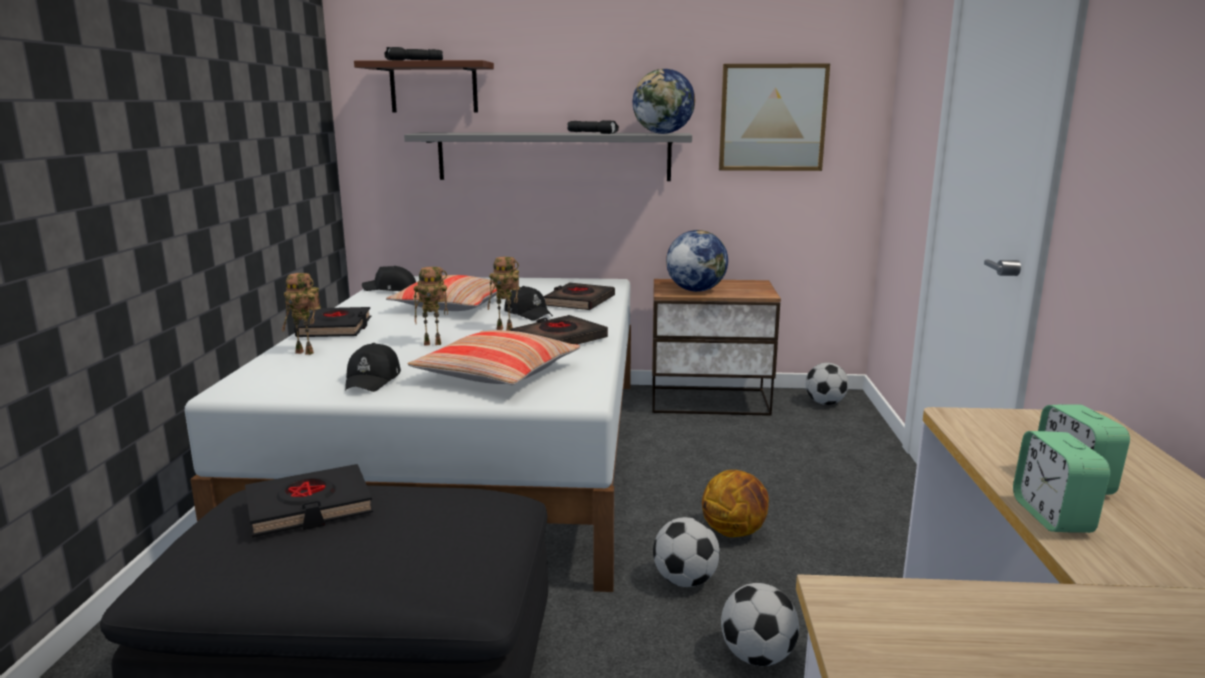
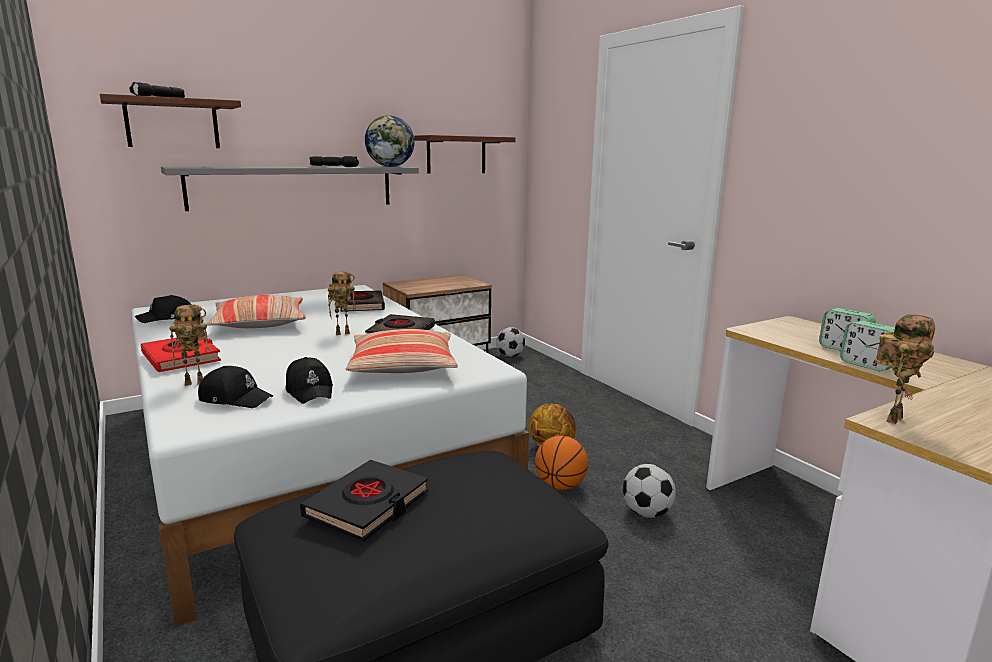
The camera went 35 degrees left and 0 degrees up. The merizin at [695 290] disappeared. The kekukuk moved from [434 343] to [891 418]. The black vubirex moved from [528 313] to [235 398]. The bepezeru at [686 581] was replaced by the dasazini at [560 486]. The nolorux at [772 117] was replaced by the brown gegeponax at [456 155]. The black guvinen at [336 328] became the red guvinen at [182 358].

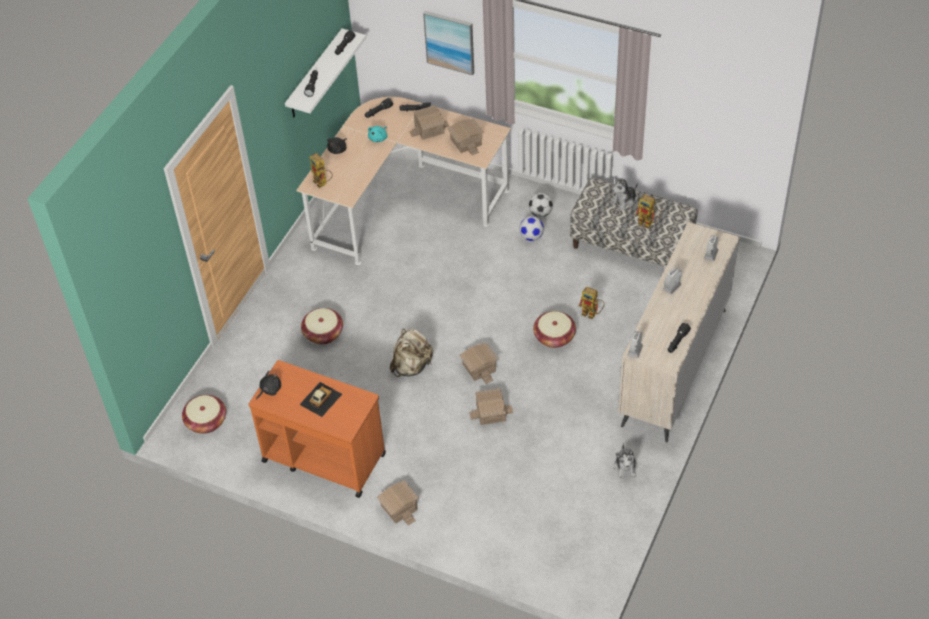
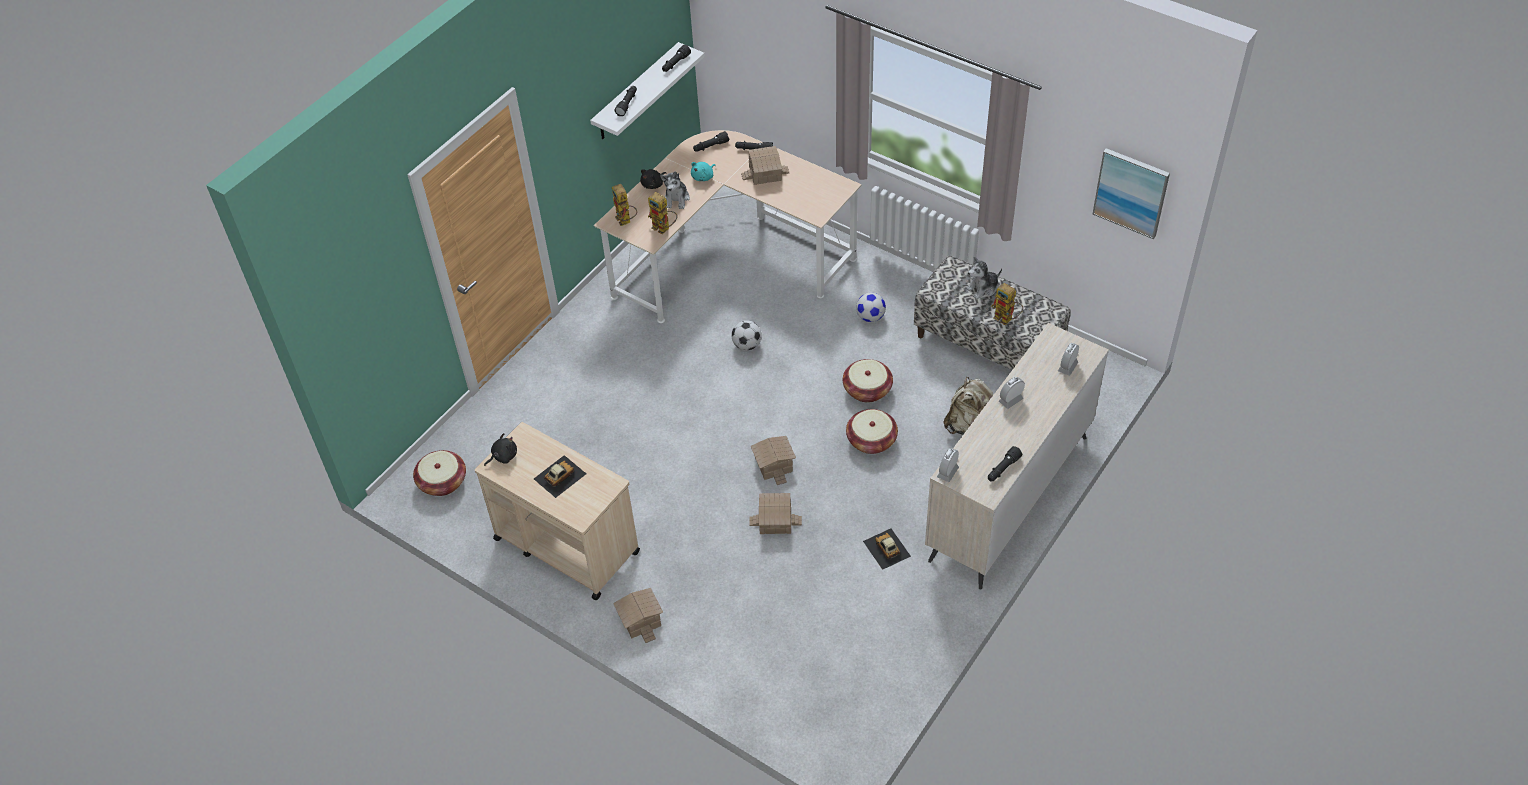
The camera went 10 degrees right and 0 degrees up. The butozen at [466 141] disappeared. The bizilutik at [886 549] appeared. The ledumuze moved from [323 333] to [867 390]. The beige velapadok moved from [411 366] to [968 424]. The nolorux moved from [450 42] to [1131 192]. The bepezeru moved from [540 213] to [747 345]. The kekukuk moved from [592 314] to [664 229]. The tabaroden moved from [625 467] to [677 199]. The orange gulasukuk at [323 457] became the beige gulasukuk at [566 545].

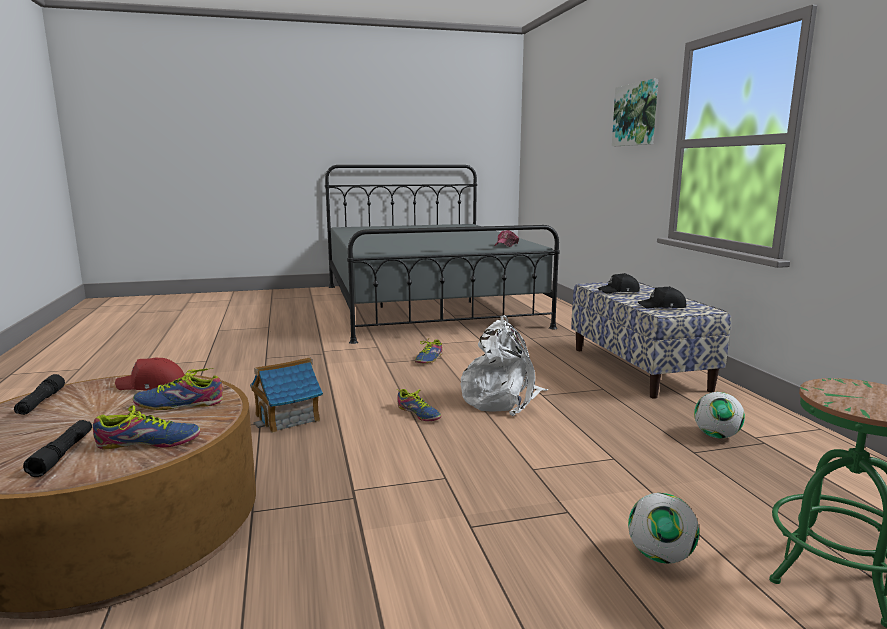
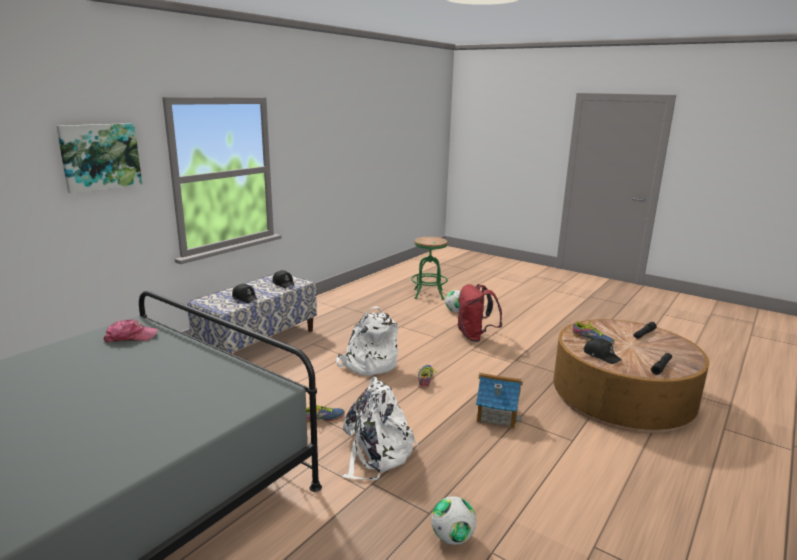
The camera went 130 degrees left and 5 degrees up. The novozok at [148 442] disappeared. The white velapadok at [376 454] appeared. The red velapadok at [475 336] appeared. The bepezeru moved from [716 436] to [452 537]. The red vubirex at [152 386] became the black vubirex at [601 355].

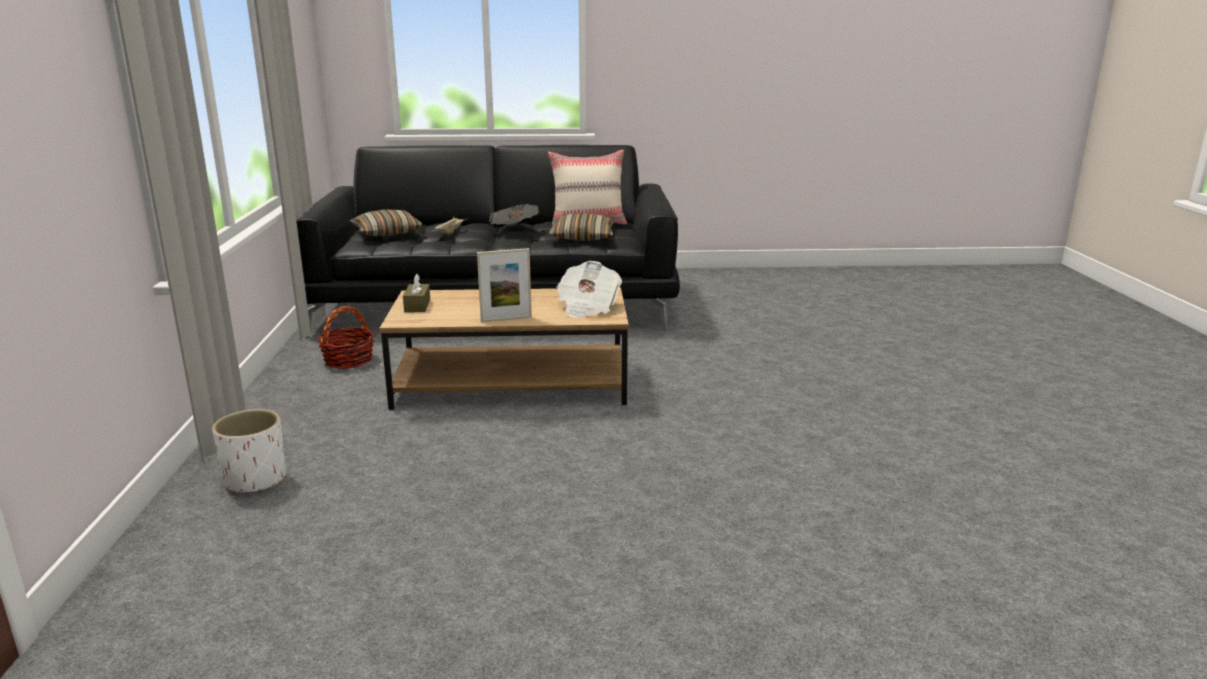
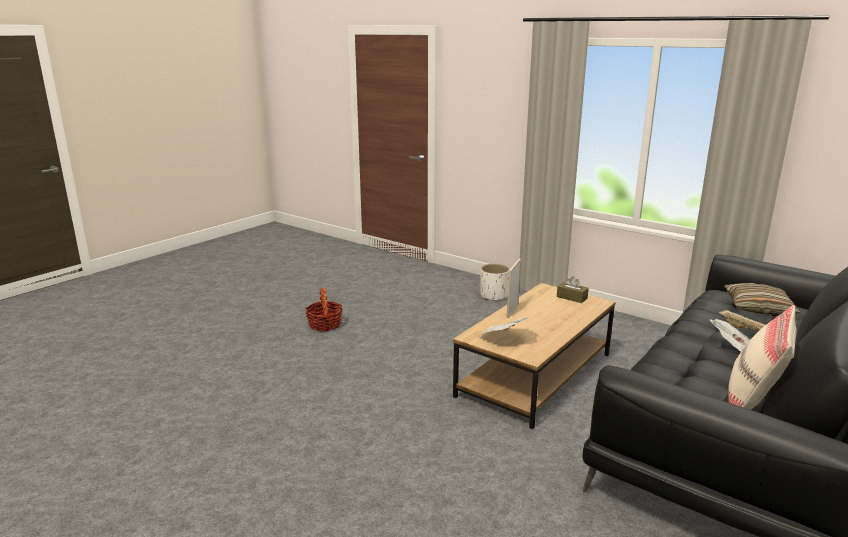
The camera went 130 degrees right and 0 degrees up. The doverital at [582 237] disappeared. The ledumuze moved from [348 360] to [325 324].

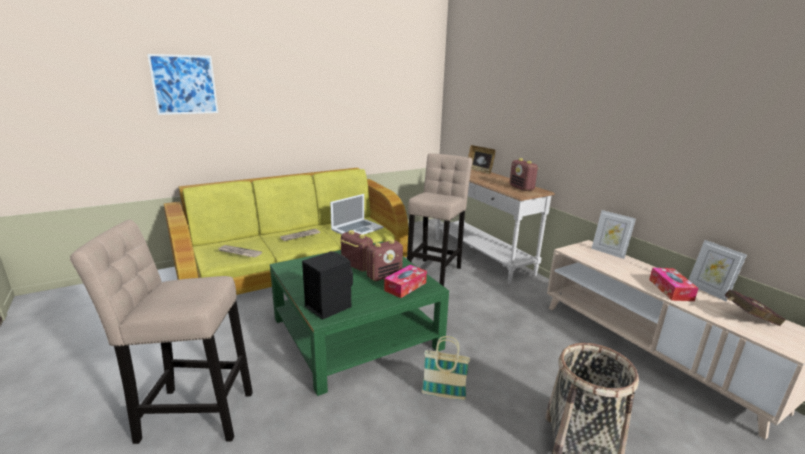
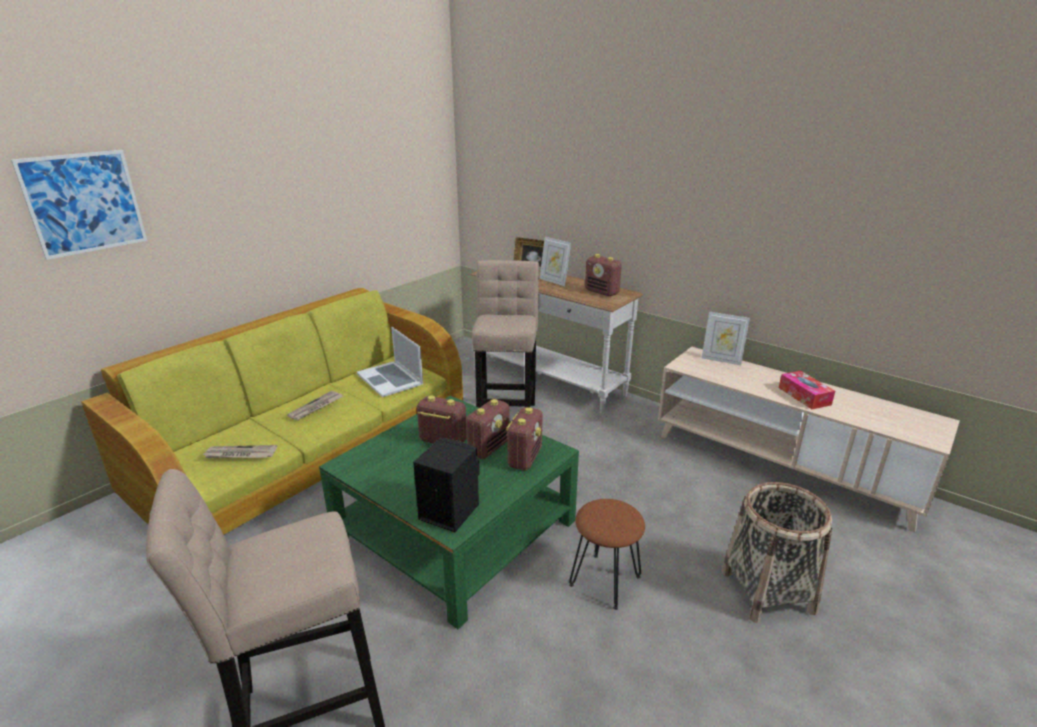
The camera went 20 degrees left and 5 degrees up. The red guvinen at [747 318] disappeared. The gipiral moved from [708 291] to [554 281]. The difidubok at [405 286] was replaced by the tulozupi at [525 458]. The ledumuze at [443 395] was replaced by the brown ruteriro at [605 580]. The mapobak at [357 228] turned 120 degrees clockwise.

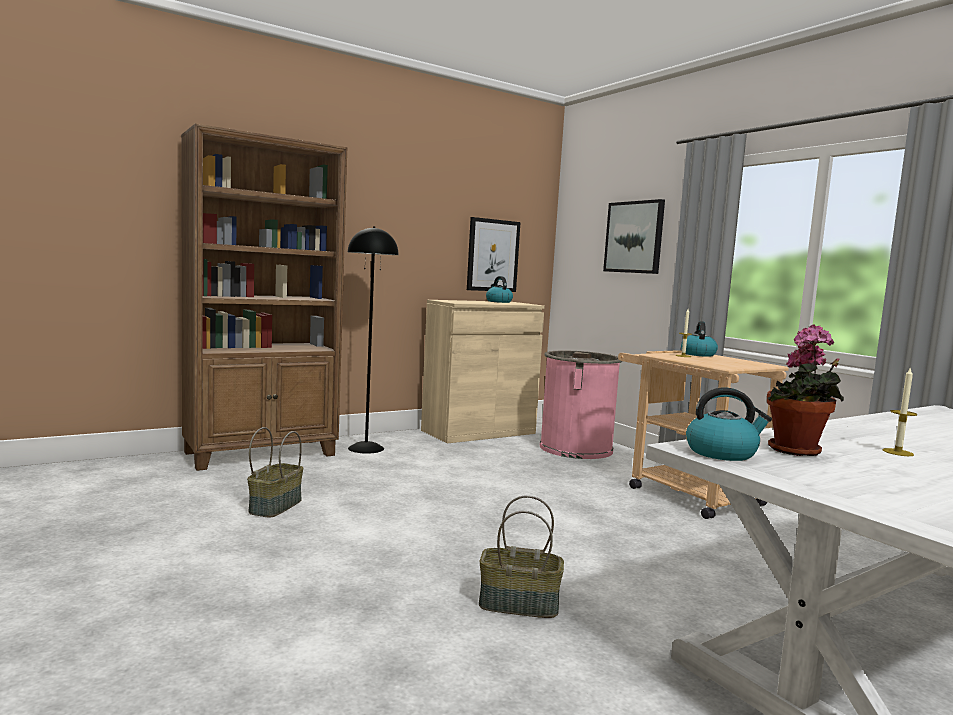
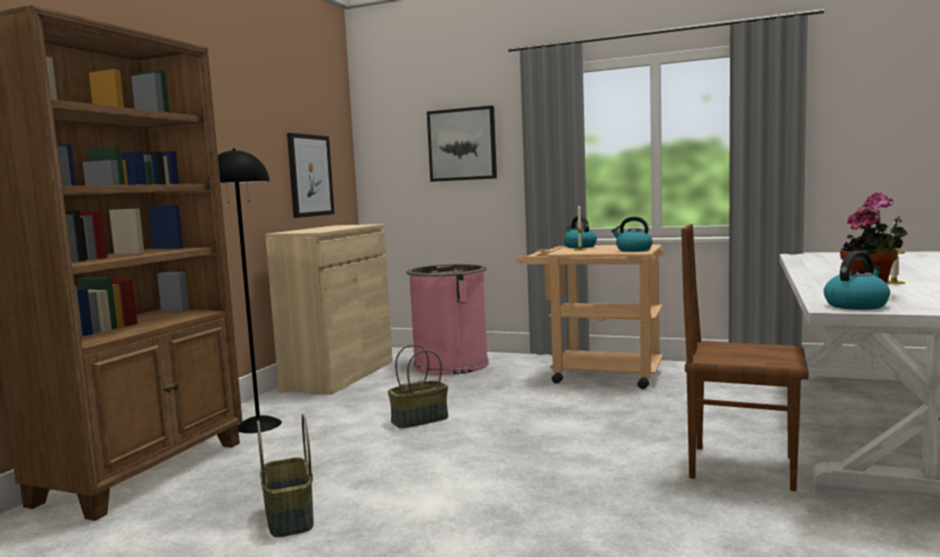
The camera went 35 degrees left and 0 degrees up. The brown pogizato at [741 466] appeared. The ledumuze moved from [518 605] to [419 420]. The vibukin moved from [498 301] to [633 250].

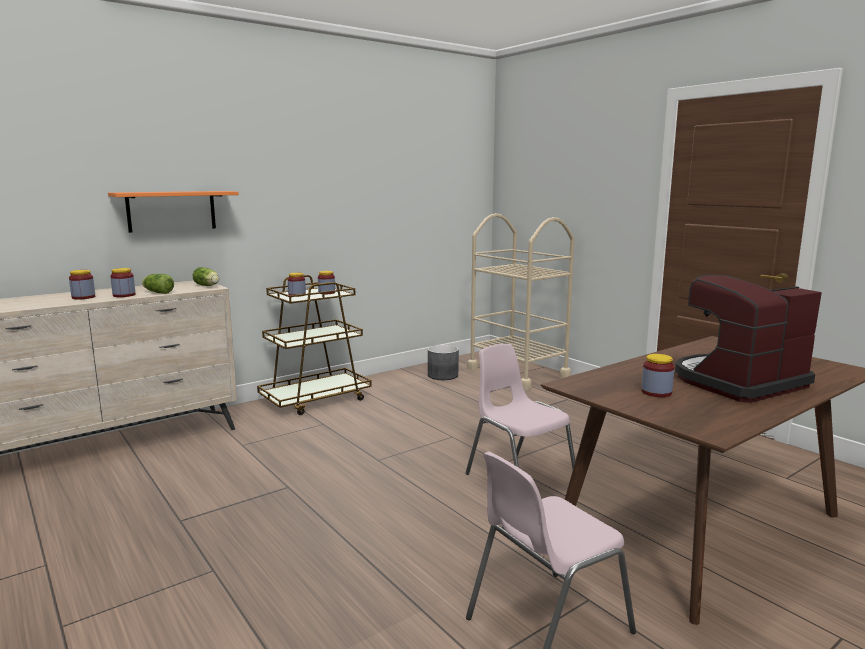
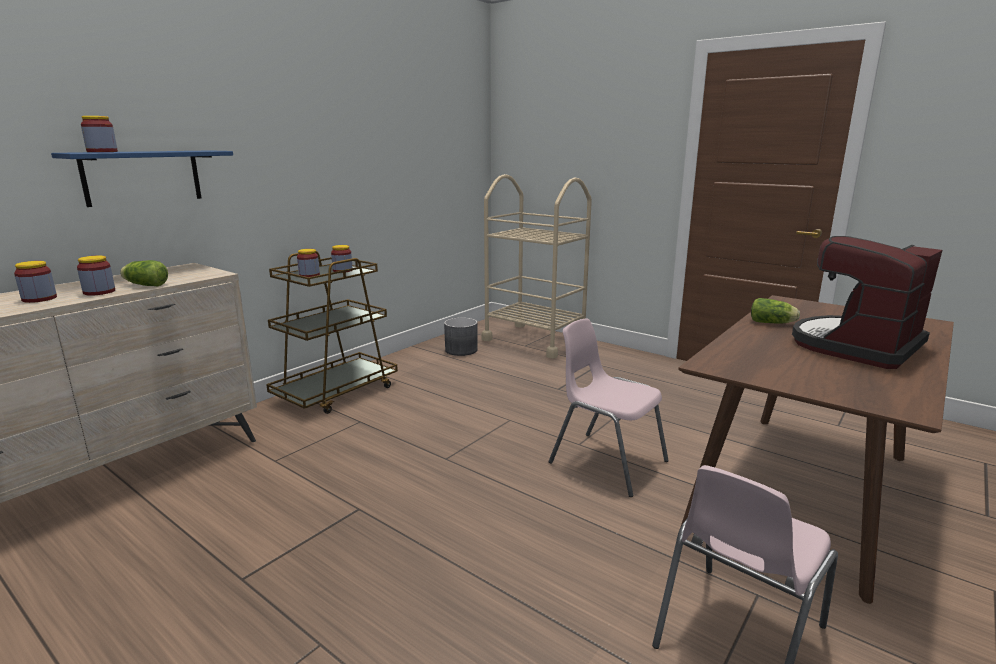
The camera went 15 degrees left and 5 degrees up. The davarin moved from [207 286] to [773 323]. The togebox moved from [656 392] to [102 152]. The orange gegeponax at [171 211] became the blue gegeponax at [143 177].

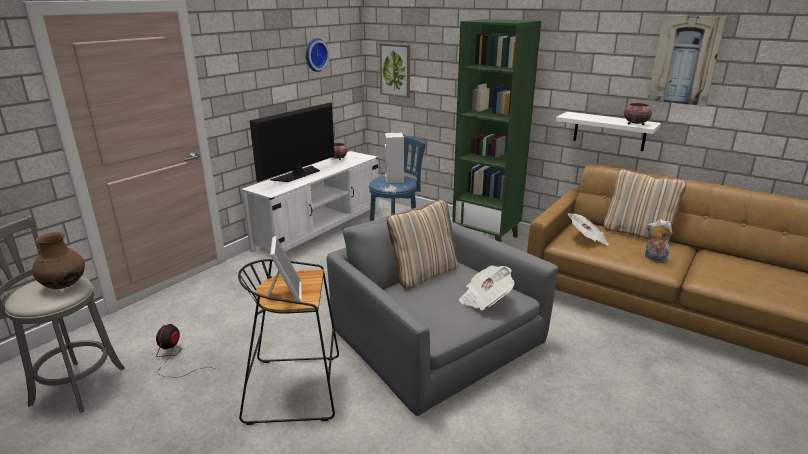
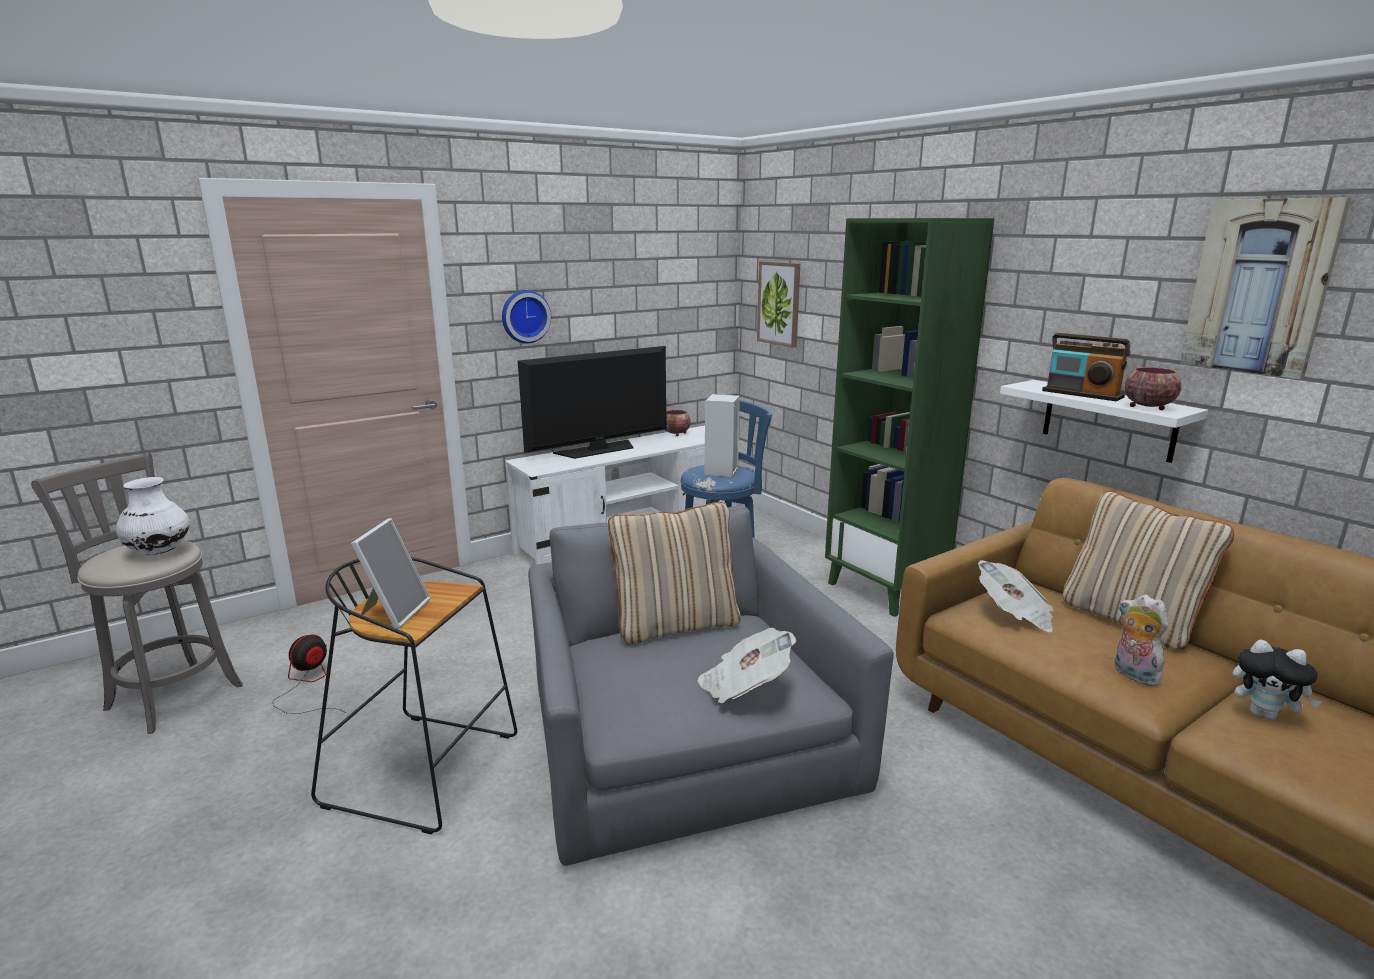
The camera went 20 degrees right and 5 degrees down. The tulozupi at [1082 394] appeared. The tabaroden at [1265 714] appeared. The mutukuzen moved from [315 55] to [524 316]. The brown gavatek at [64 285] became the white gavatek at [159 552].

